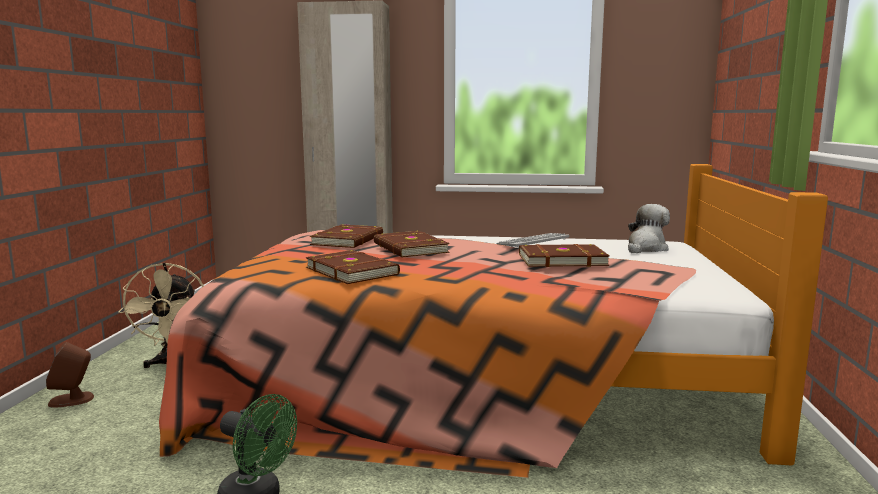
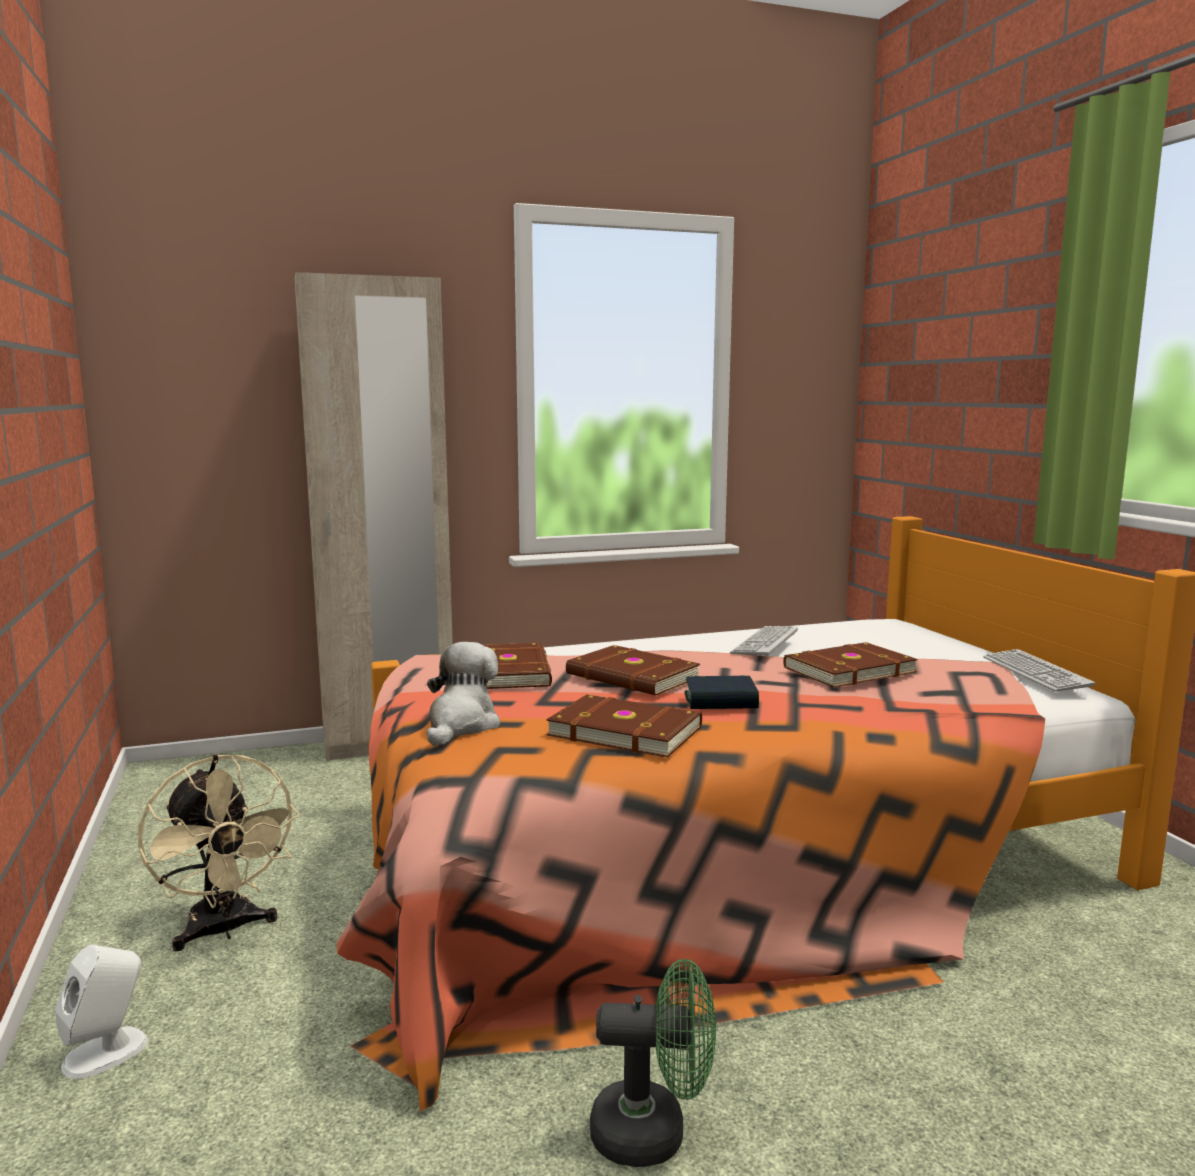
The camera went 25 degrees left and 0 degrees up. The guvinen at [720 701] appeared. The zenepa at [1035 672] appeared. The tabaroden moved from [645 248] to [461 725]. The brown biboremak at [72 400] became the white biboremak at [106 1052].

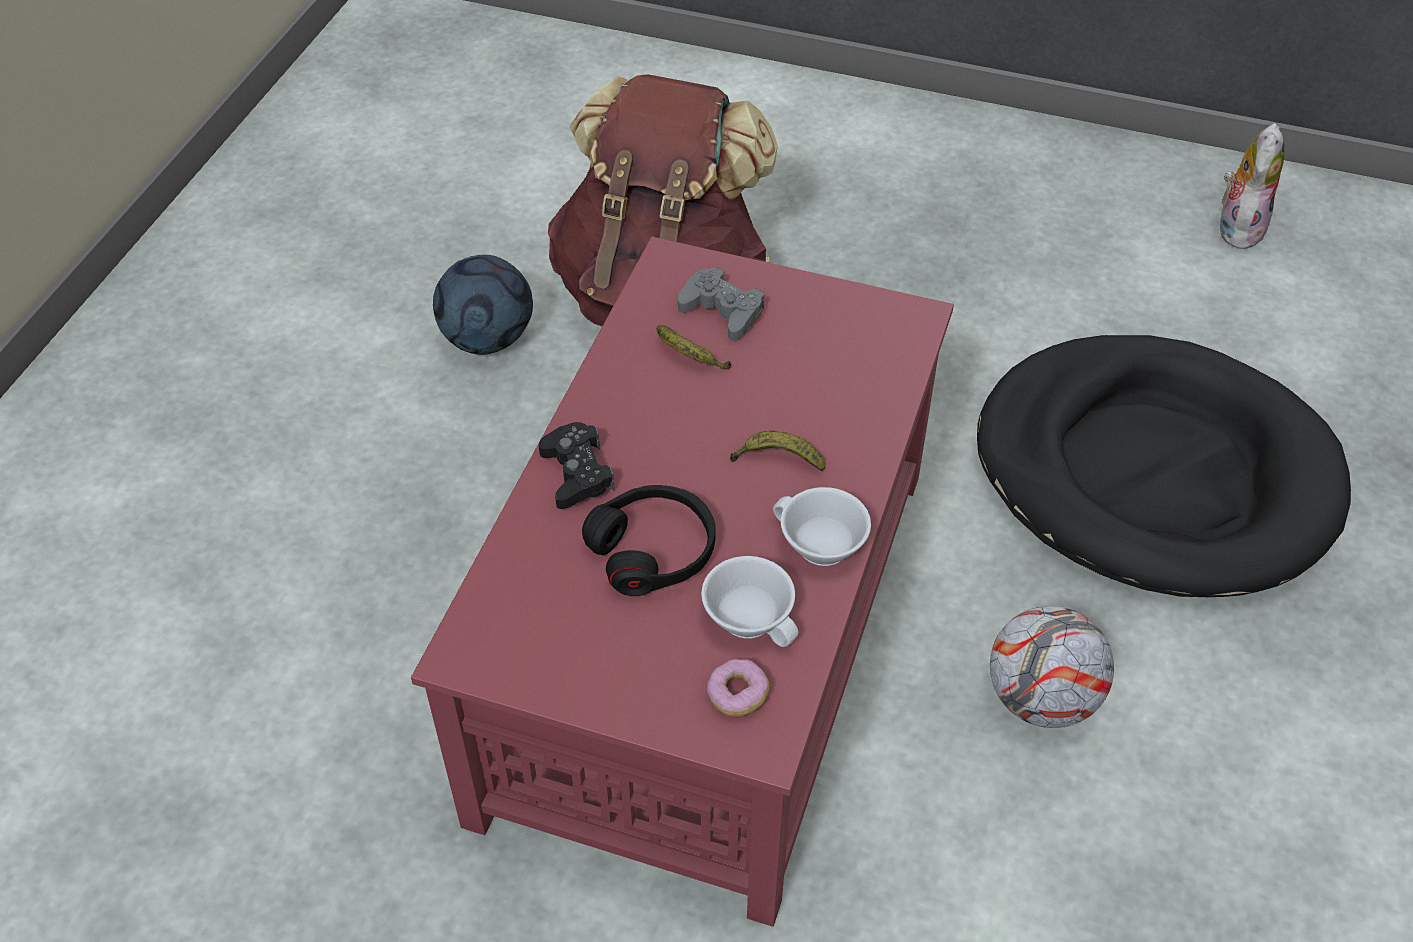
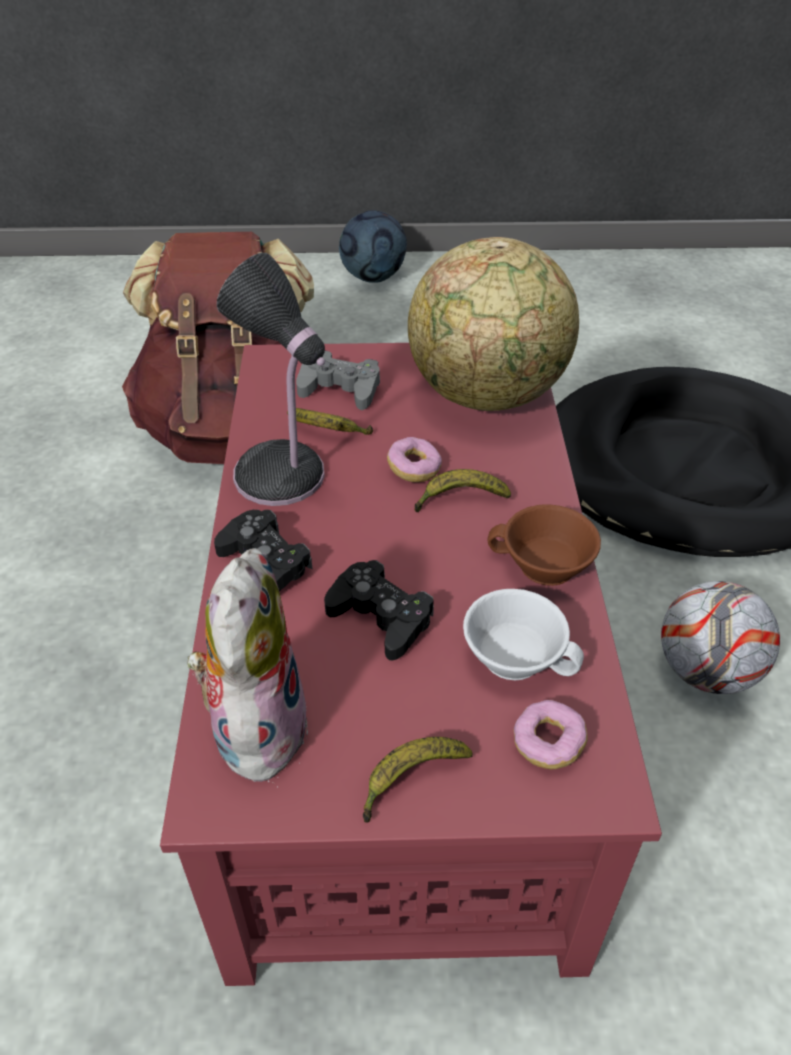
The camera went 20 degrees left and 5 degrees down. The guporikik at [283 478] appeared. The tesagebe at [410 780] appeared. The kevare at [414 469] appeared. The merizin at [487 395] appeared. The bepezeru moved from [488 339] to [373 277]. The tabaroden moved from [1237 227] to [256 725]. The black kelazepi at [653 550] was replaced by the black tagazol at [380 617]. The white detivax at [818 546] became the brown detivax at [543 567].

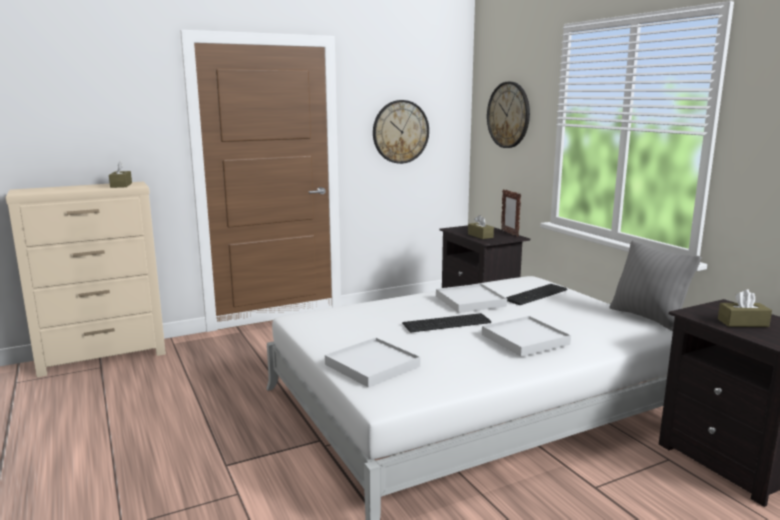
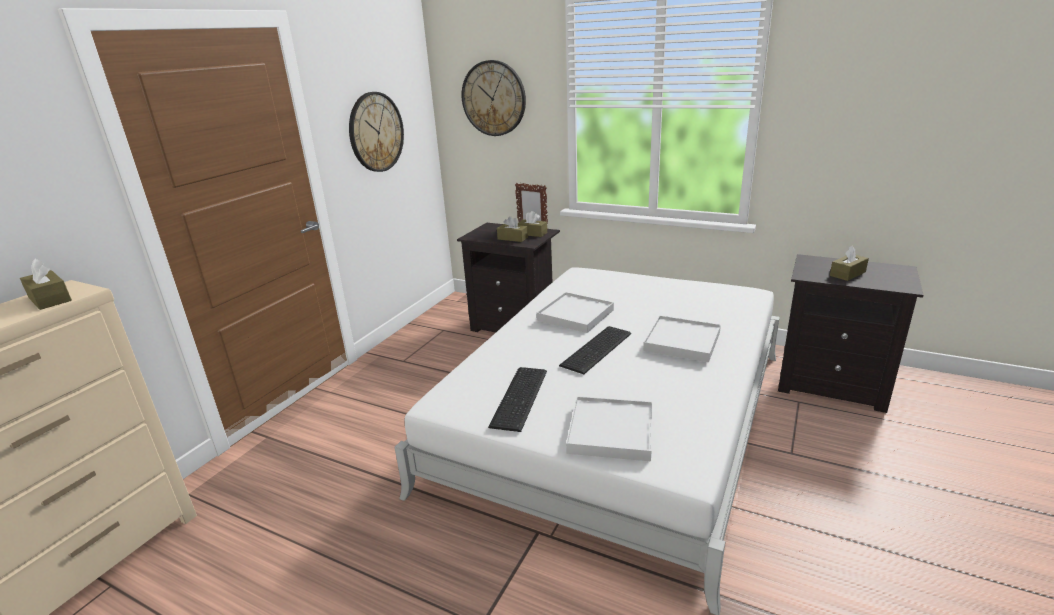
The camera went 35 degrees left and 10 degrees up. The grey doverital at [648 318] disappeared. The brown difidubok at [532 233] appeared. The zenepa moved from [537 294] to [521 397].

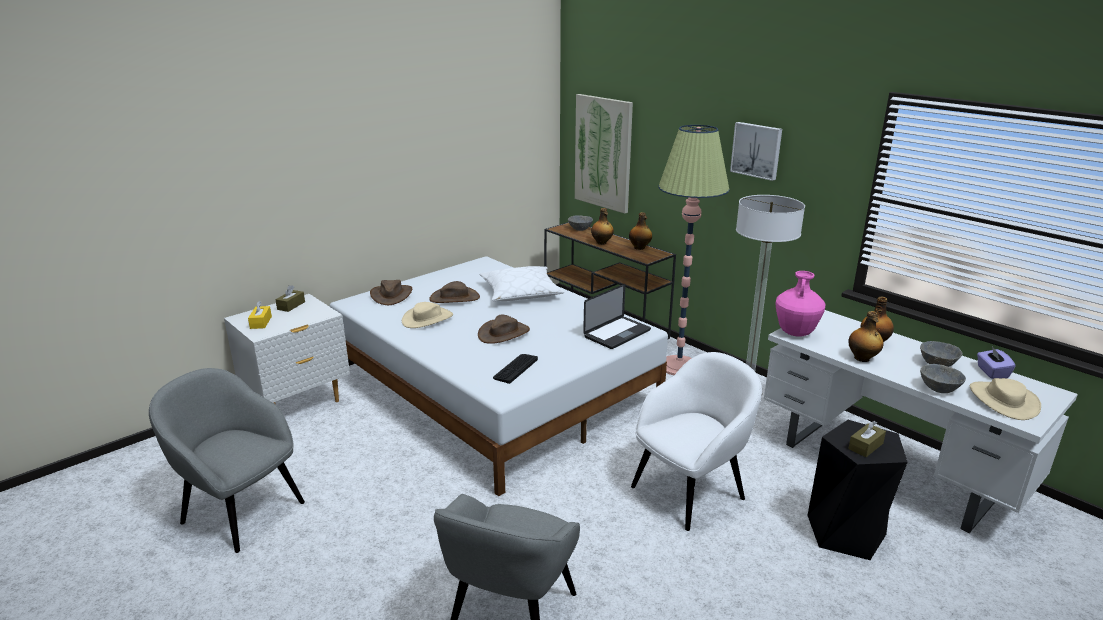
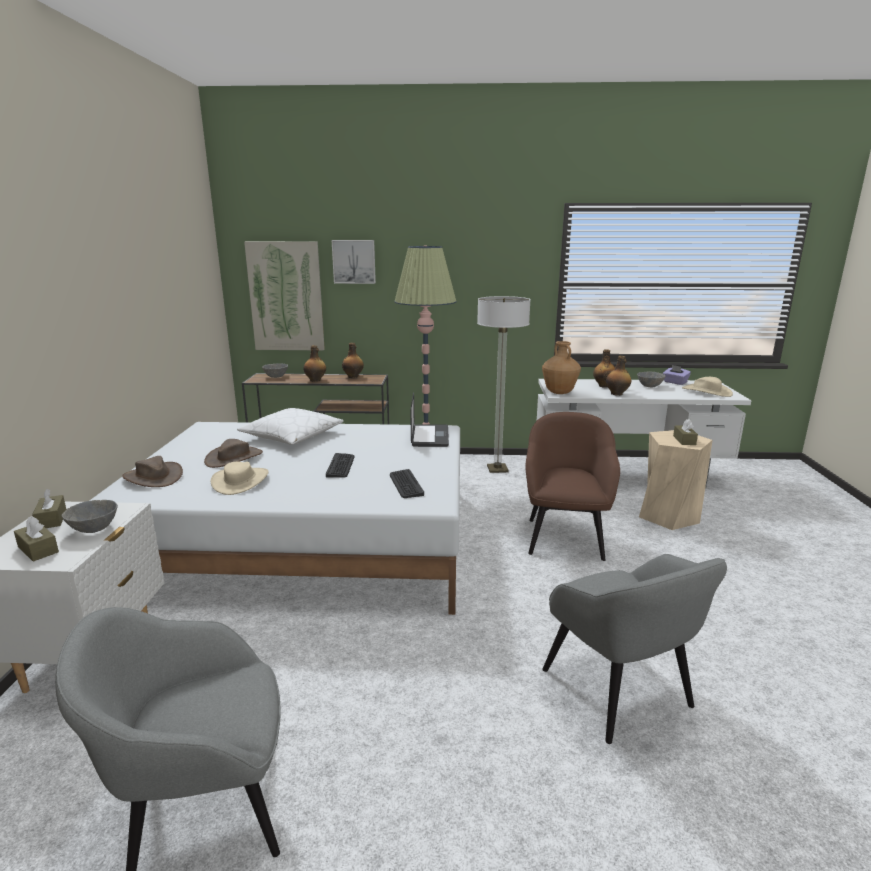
The camera went 45 degrees left and 5 degrees down. The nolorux moved from [757 150] to [354 261]. The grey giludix moved from [939 389] to [94 528]. The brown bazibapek at [503 333] was replaced by the zenepa at [340 466]. The yellow difidubok at [261 322] became the brown difidubok at [38 549]. The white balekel at [689 491] became the brown balekel at [565 537]. The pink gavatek at [795 333] became the brown gavatek at [559 392]. The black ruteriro at [845 532] became the beige ruteriro at [667 516].

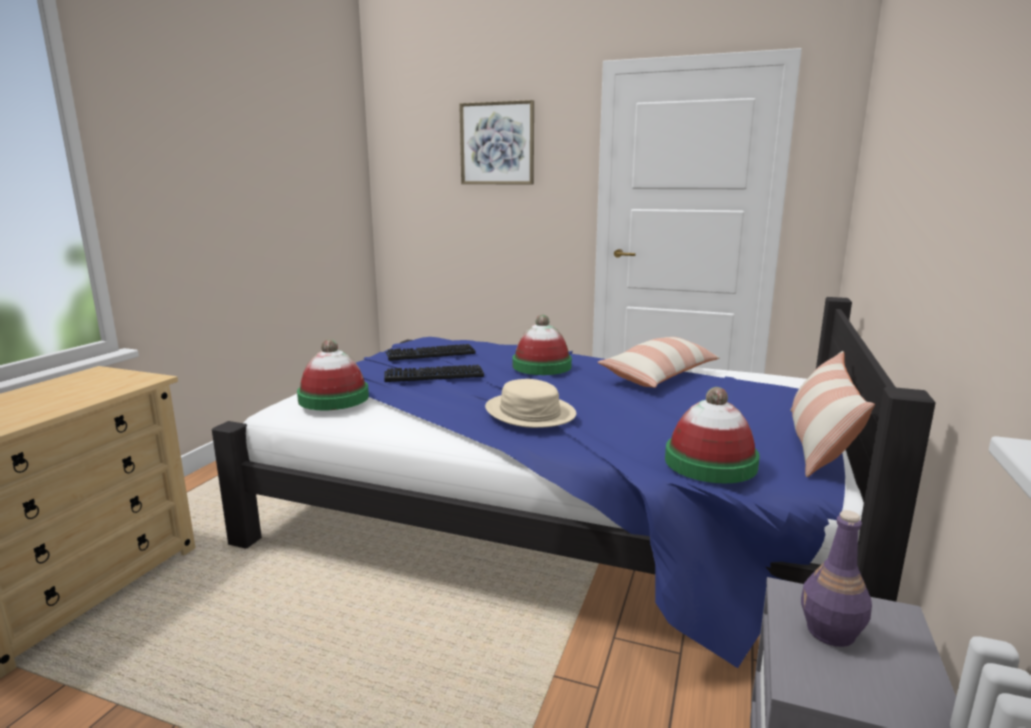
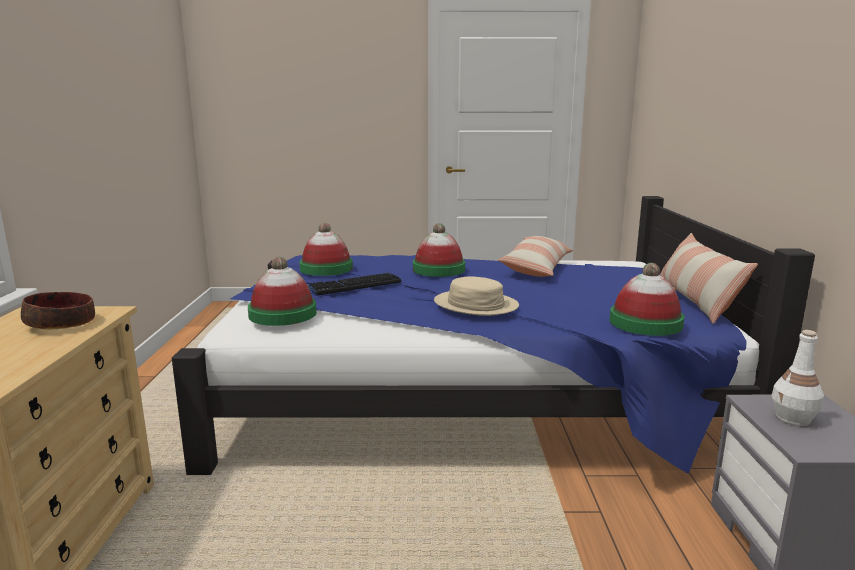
The camera went 20 degrees left and 0 degrees up. The nolorux at [497 143] disappeared. The giludix at [61 324] appeared. The zenepa at [430 354] was replaced by the bazibapek at [326 268]. The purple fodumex at [831 632] became the white fodumex at [793 419].

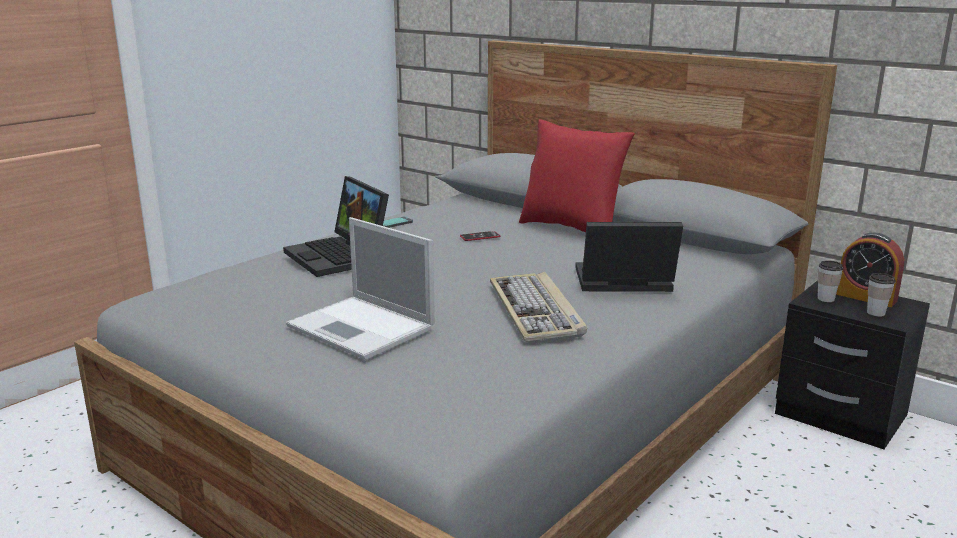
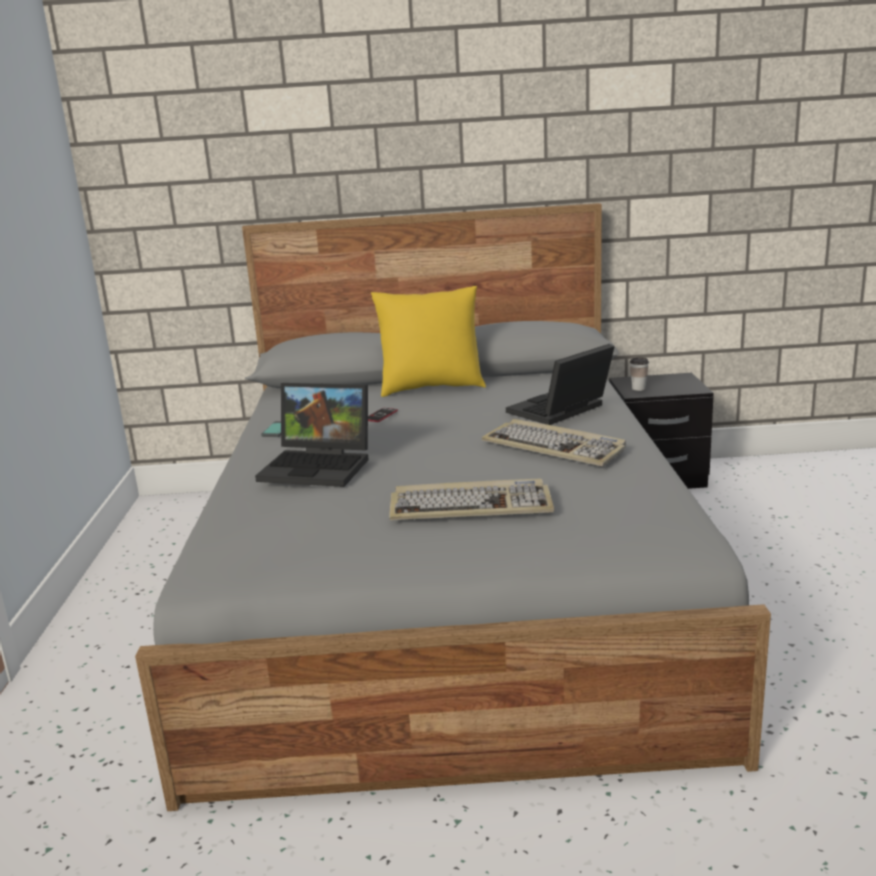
The camera went 40 degrees left and 0 degrees up. The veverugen at [866 297] disappeared. The detivax at [876 313] disappeared. The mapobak at [363 328] was replaced by the zenepa at [471 506]. The red doverital at [571 228] became the yellow doverital at [431 388].

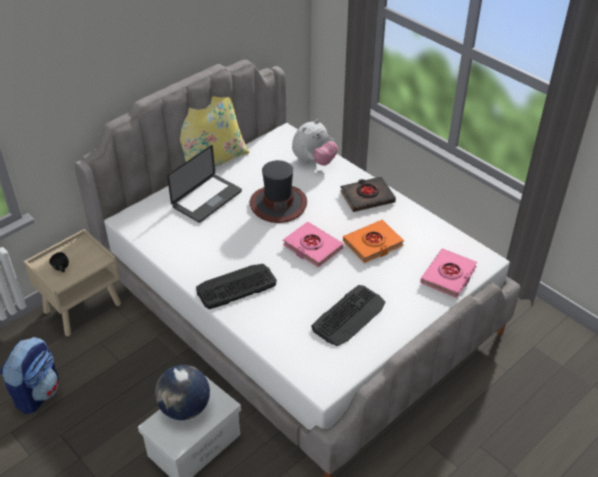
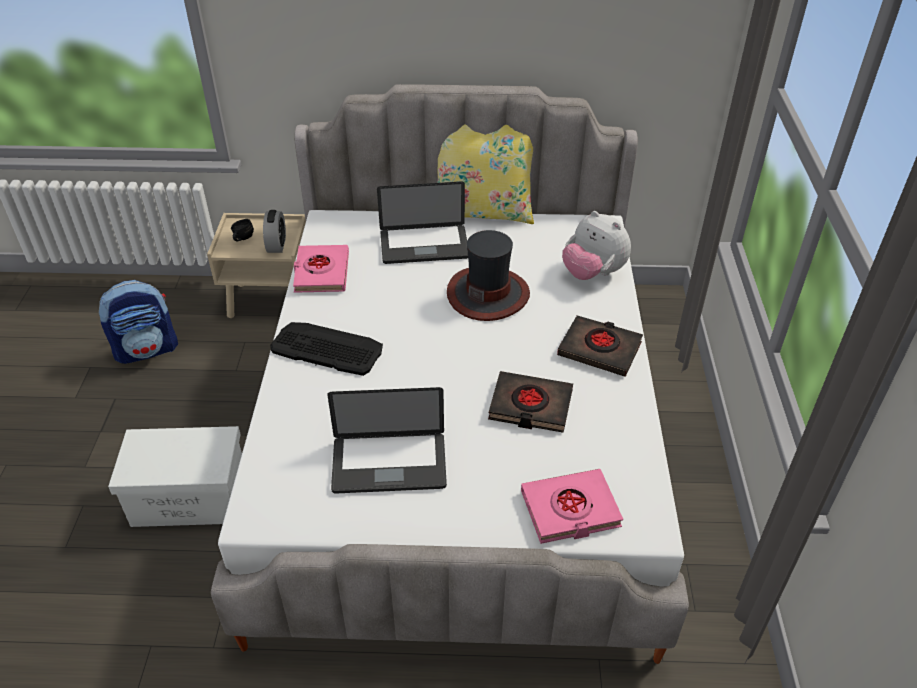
The camera went 45 degrees right and 0 degrees up. The merizin at [184 408] disappeared. The veverugen at [276 245] appeared. The pink guvinen moved from [312 247] to [321 273]. The zenepa at [349 315] was replaced by the mapobak at [389 464]. The orange guvinen at [373 244] became the black guvinen at [530 406]. The tabaroden at [314 161] turned 45 degrees clockwise.

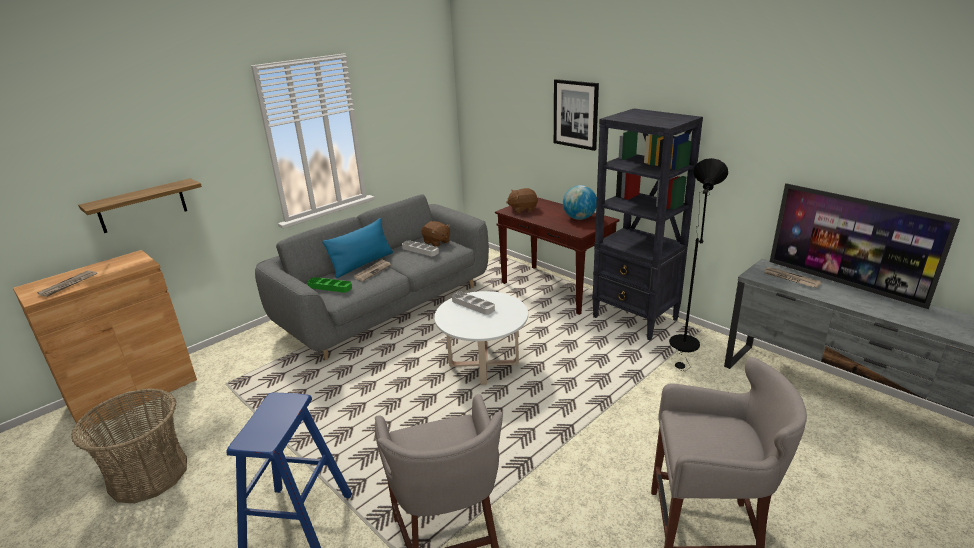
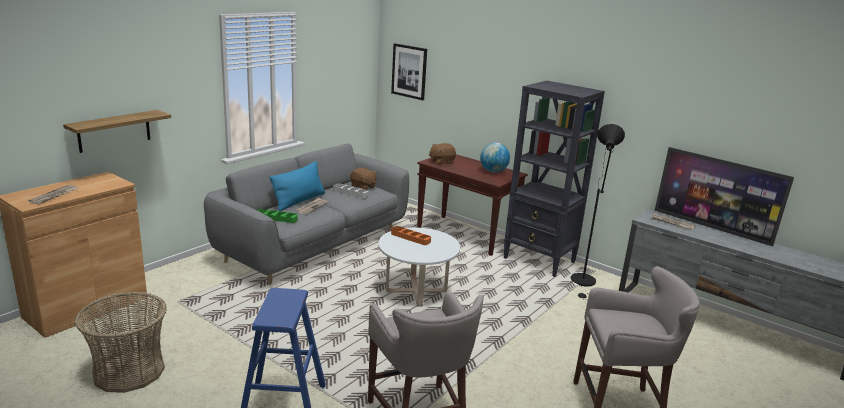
The camera went 10 degrees left and 5 degrees down. The nolorux moved from [576 114] to [409 71]. The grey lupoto at [473 305] became the orange lupoto at [410 238].

